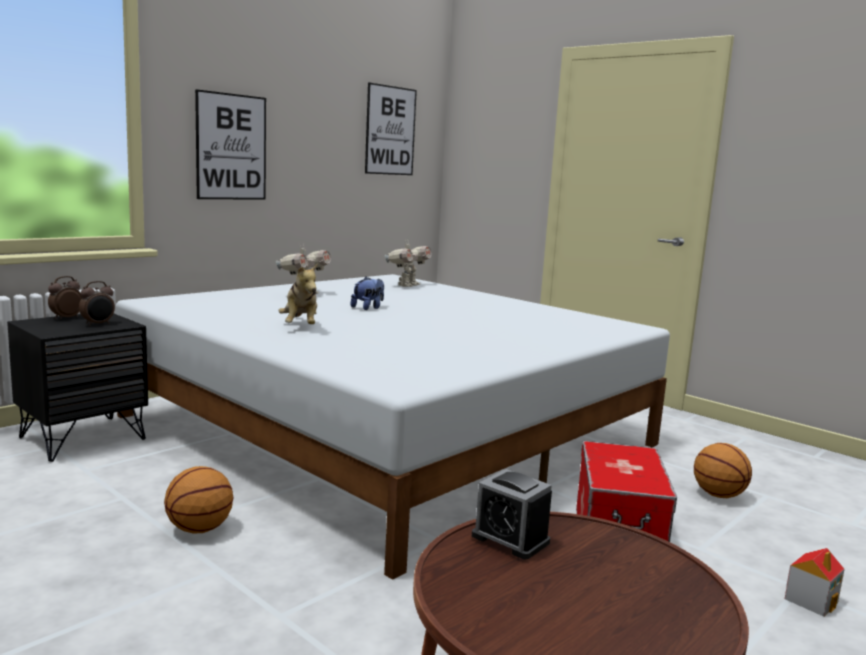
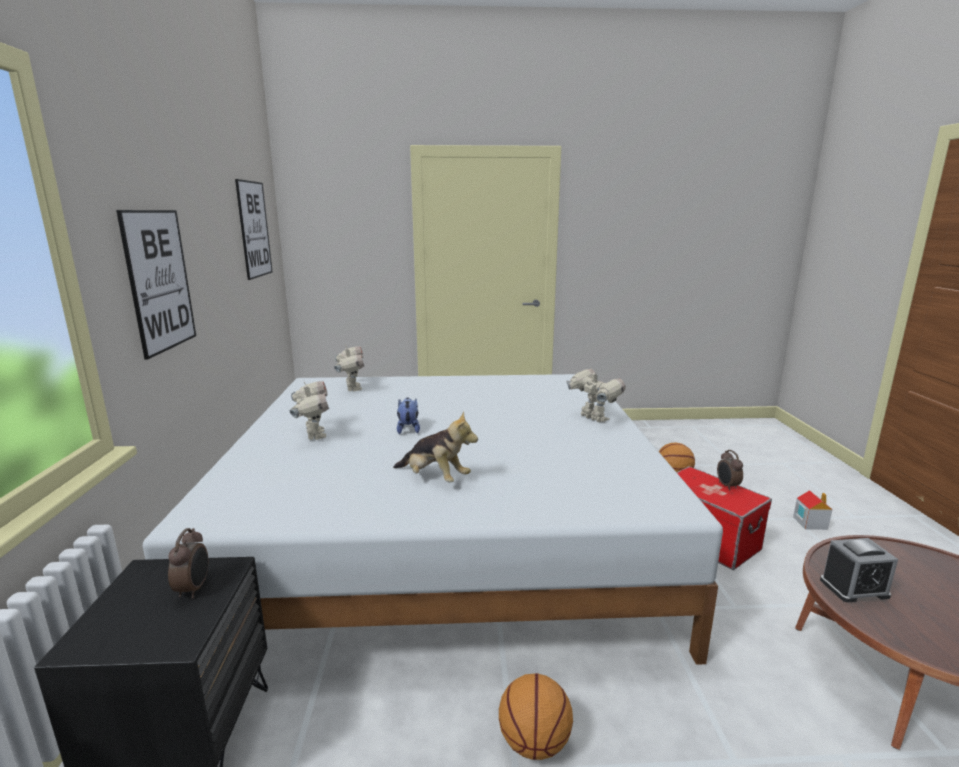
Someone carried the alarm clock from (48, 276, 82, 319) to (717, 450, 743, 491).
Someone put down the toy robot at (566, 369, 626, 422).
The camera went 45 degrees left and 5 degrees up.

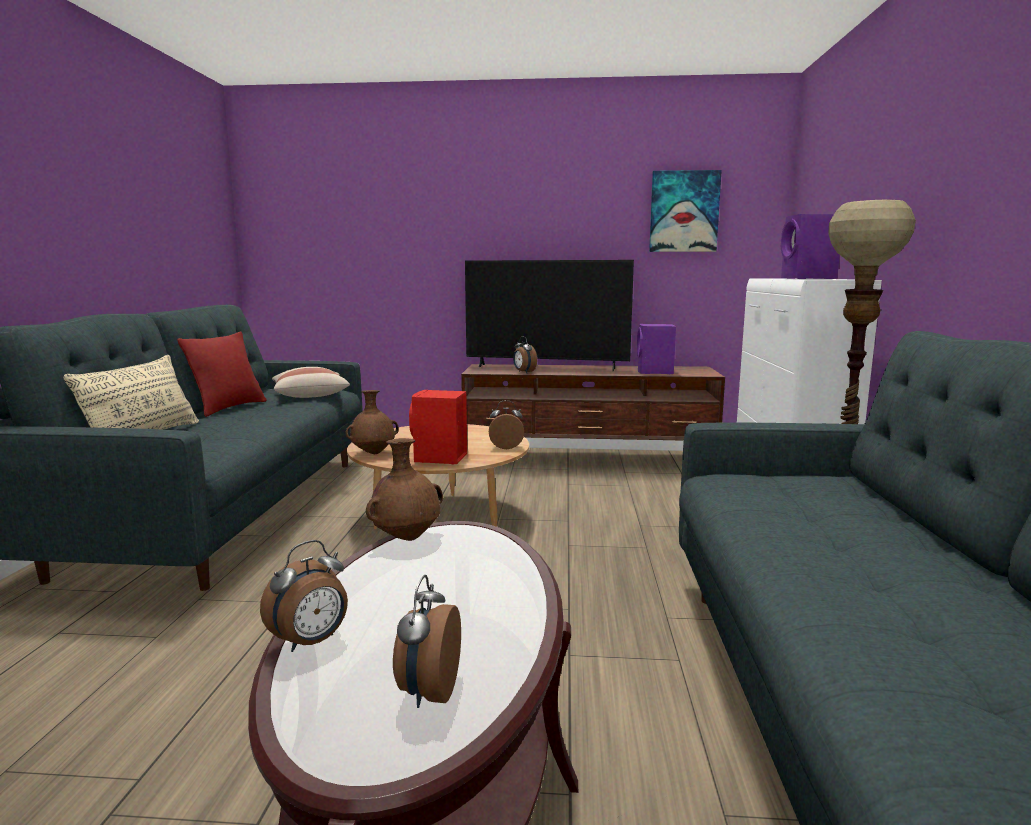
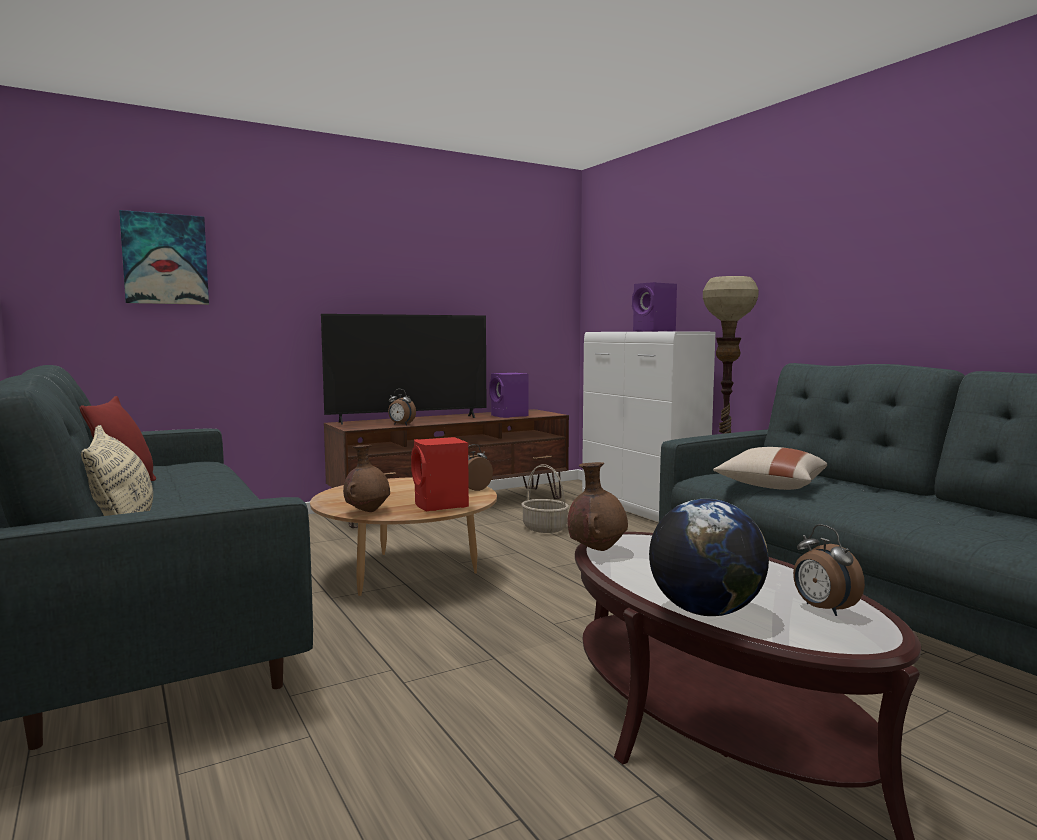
Someone carried the picture from (649, 170, 722, 252) to (119, 210, 209, 305).
Someone carried the pillow/beige from (272, 367, 350, 398) to (713, 447, 827, 490).
Someone swapped the alarm clock at (260, 540, 348, 652) for the globe at (649, 499, 769, 616).
Someone put down the basket at (521, 464, 569, 533).
The camera went 35 degrees left and 5 degrees down.

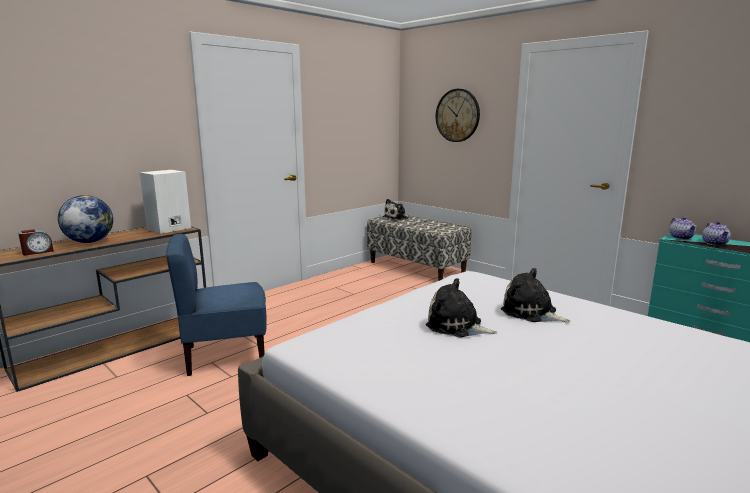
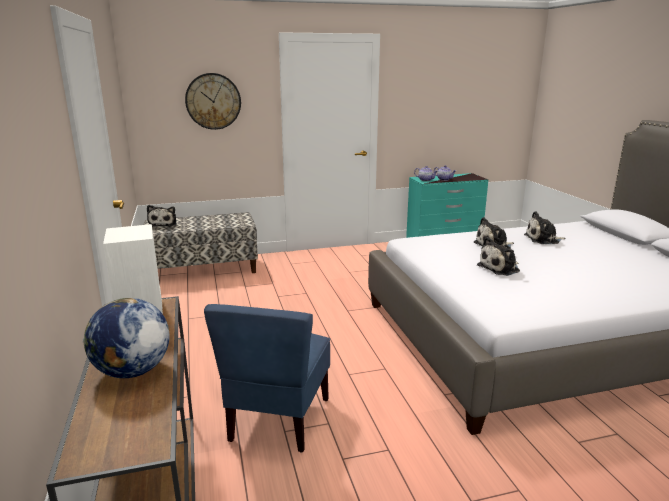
Someone took away the alarm clock at (18, 229, 54, 255).
Someone put down the plush toy at (524, 211, 566, 244).
The camera went 60 degrees left and 5 degrees up.

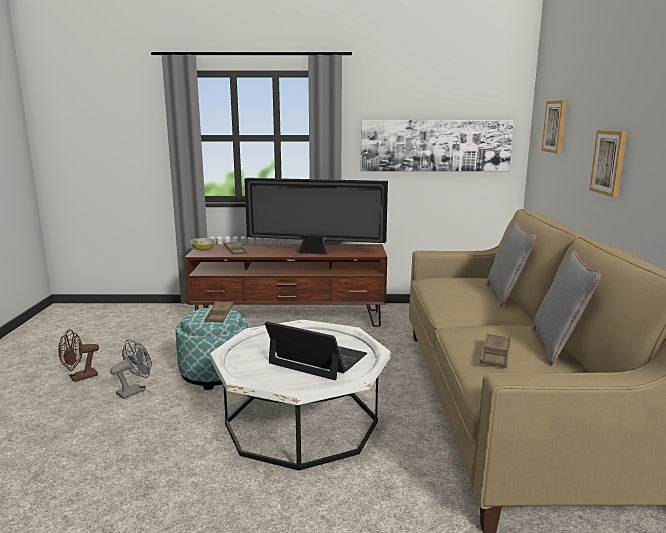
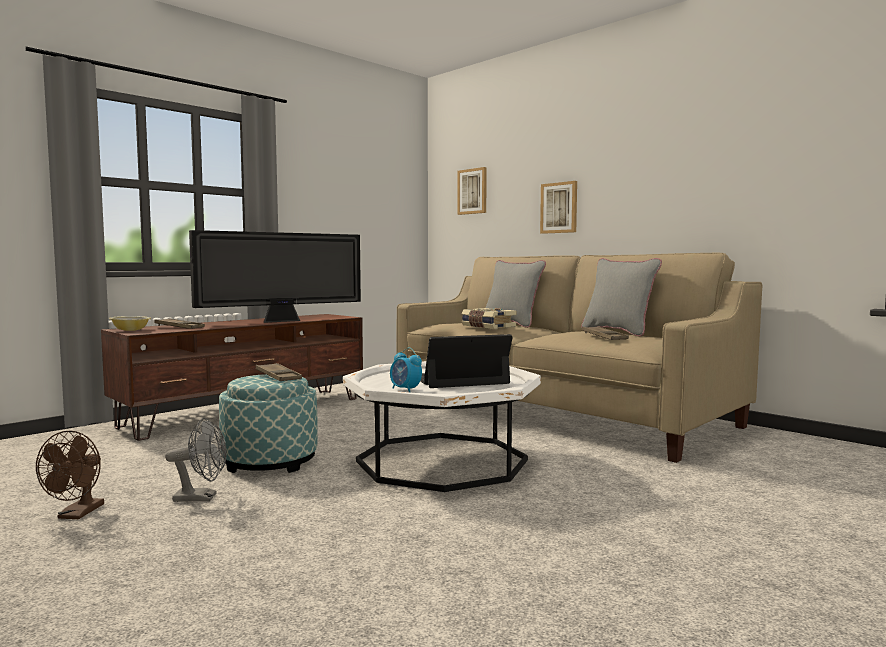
Someone took away the picture at (360, 120, 514, 171).
Someone rotated the fan/grey at (110, 339, 152, 399) by 90 degrees clockwise.
Someone put down the book at (461, 308, 516, 329).
Someone put down the alarm clock at (390, 347, 422, 392).
The camera went 45 degrees left and 10 degrees down.

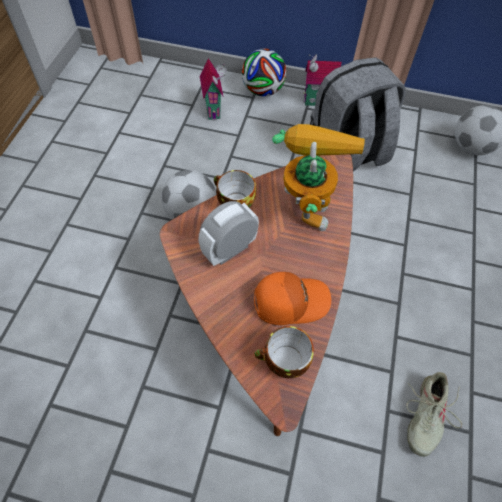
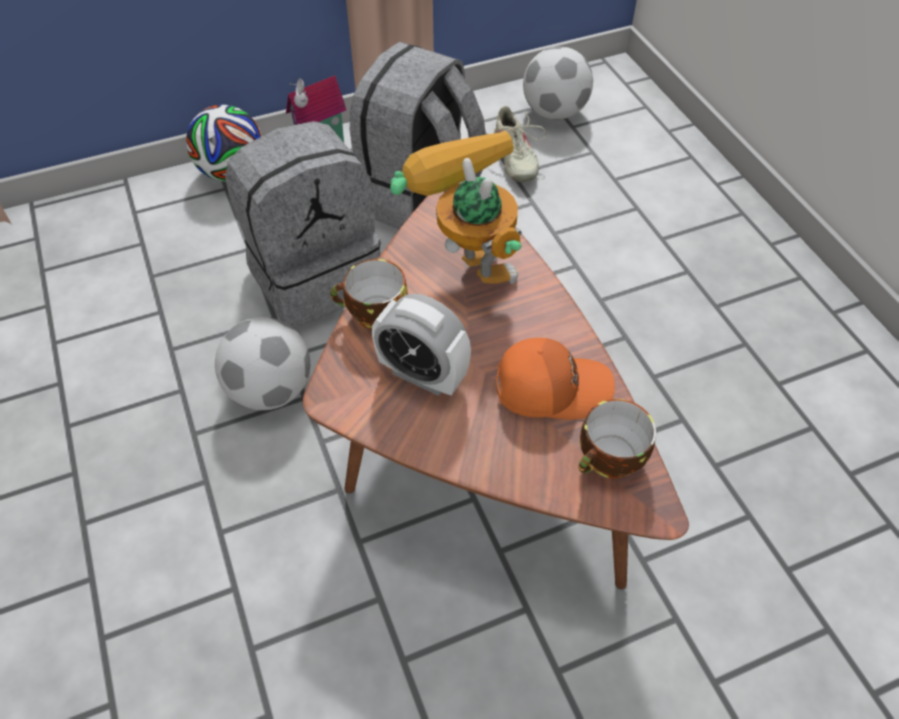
Someone took away the toy house at (200, 58, 227, 121).
Someone rotated the alarm clock at (198, 201, 259, 266) by 75 degrees counterclockwise.
Someone rotated the cap/orange at (254, 272, 331, 325) by 45 degrees clockwise.
Someone carried the shoe/beige from (406, 372, 462, 457) to (494, 106, 546, 182).
Someone put down the backpack/grey at (225, 121, 381, 329).
The camera went 35 degrees left and 5 degrees down.

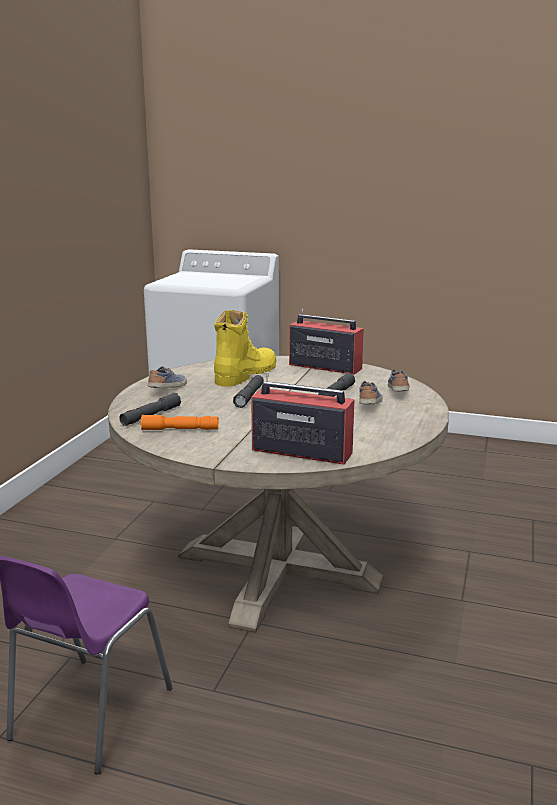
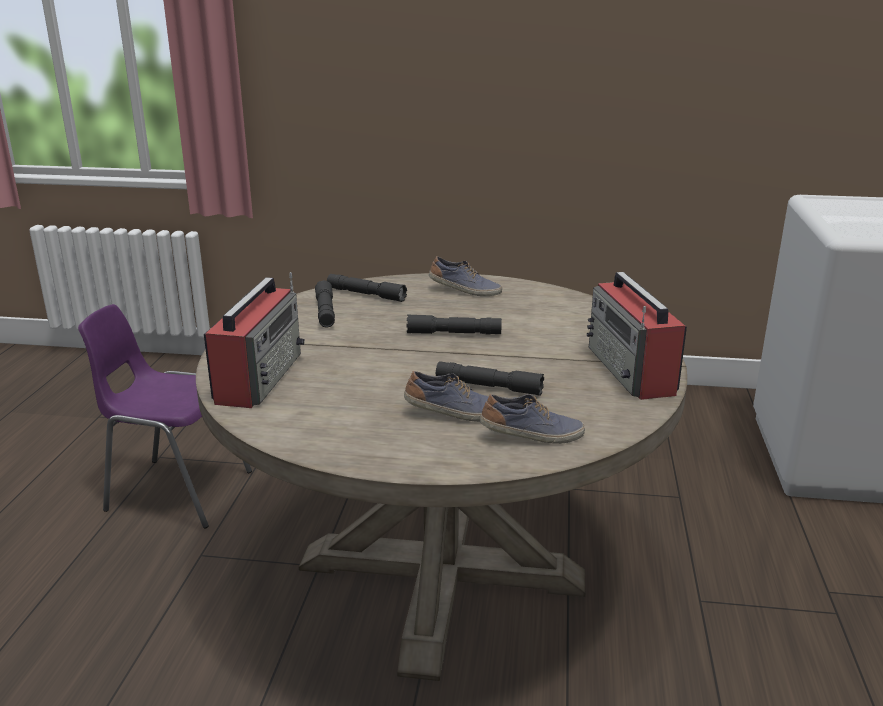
Someone rotated the radio at (289, 309, 364, 375) by 150 degrees clockwise.
Someone took away the boot/yellow at (214, 310, 276, 387).
Someone repainted the flashlight/orange at (140, 415, 219, 430), which became the flashlight/grey at (315, 280, 335, 328).
The camera went 80 degrees right and 5 degrees up.

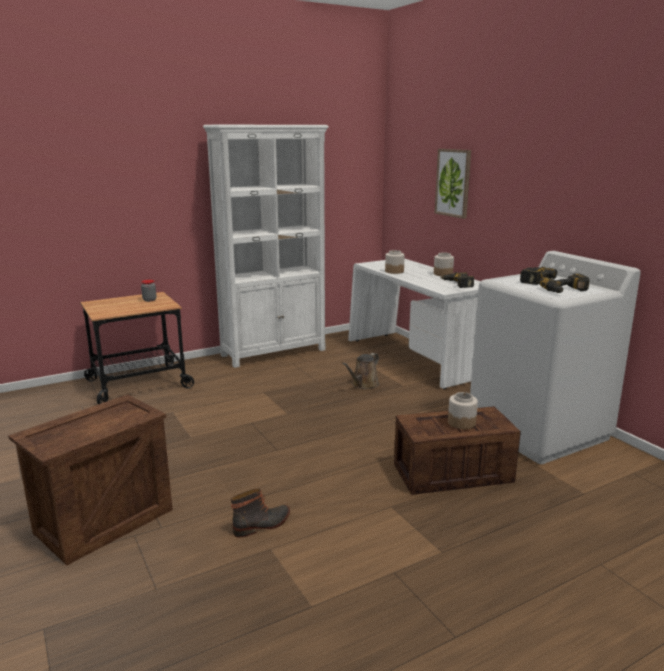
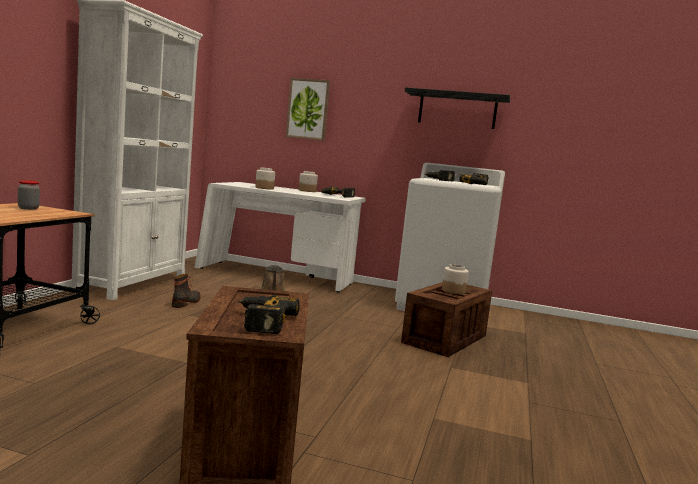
Someone carried the boot from (231, 489, 290, 538) to (172, 274, 201, 308).
Someone put up the shelf/black at (405, 88, 510, 129).
Someone put down the power drill at (238, 295, 300, 334).
The camera went 45 degrees left and 10 degrees down.

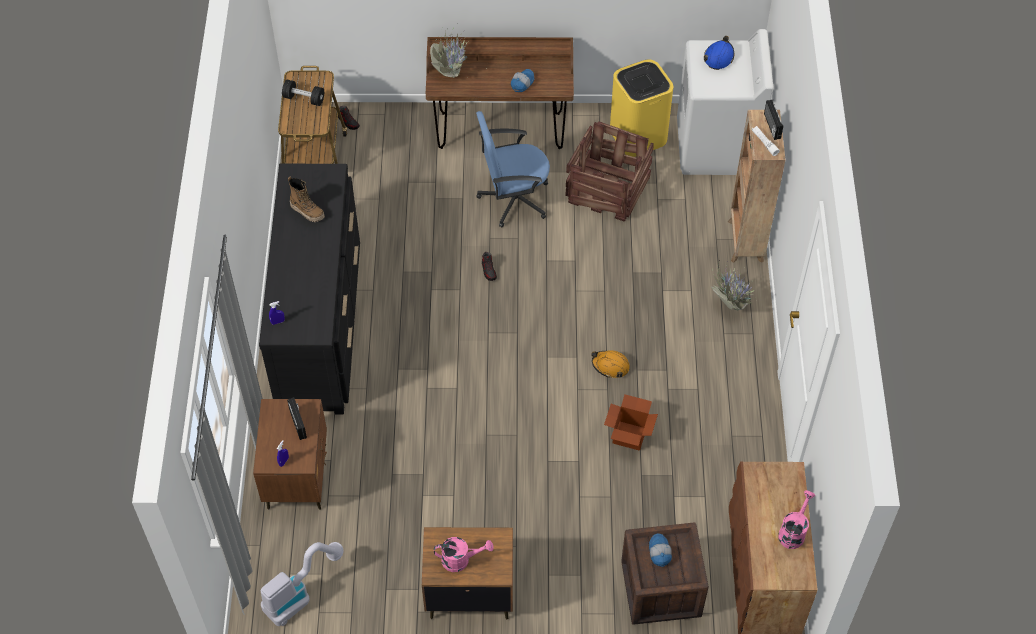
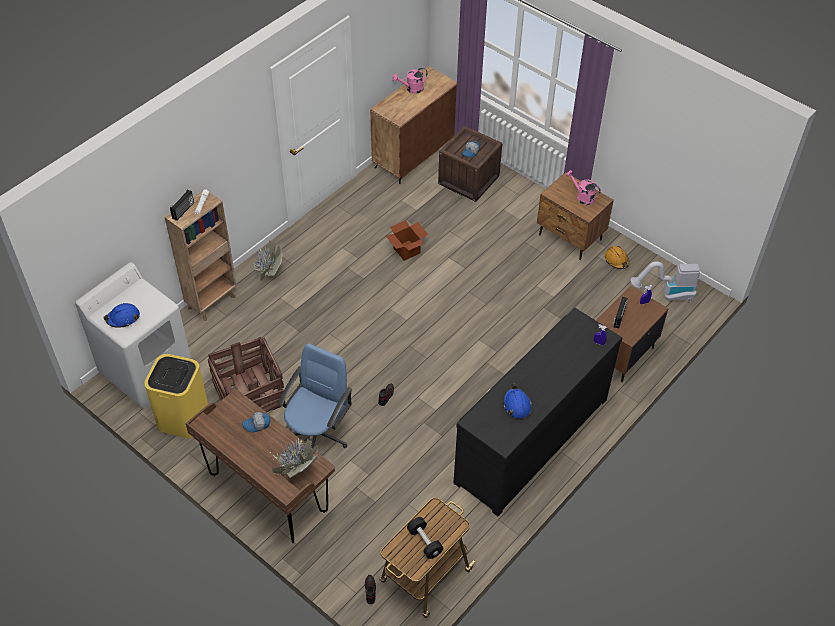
Someone rotated the office chair/blue at (476, 111, 550, 228) by 90 degrees counterclockwise.
Someone swapped the boot at (288, 177, 325, 222) for the hard hat/blue at (503, 383, 532, 419).
Someone carried the hard hat/orange from (591, 350, 630, 378) to (605, 246, 629, 269).
The camera went 140 degrees left and 5 degrees down.

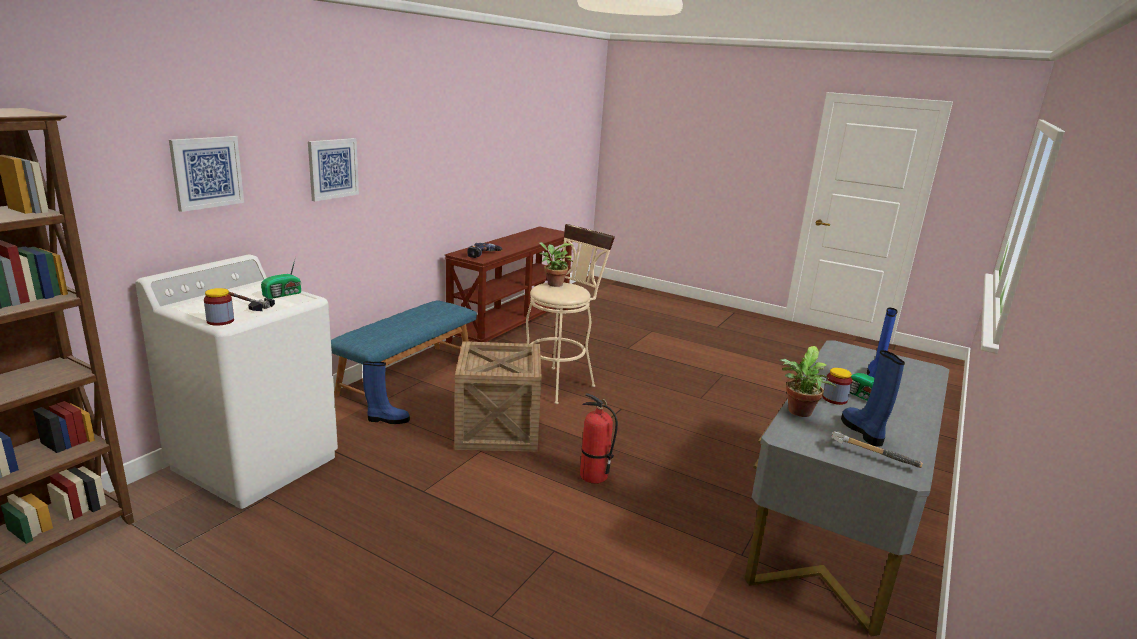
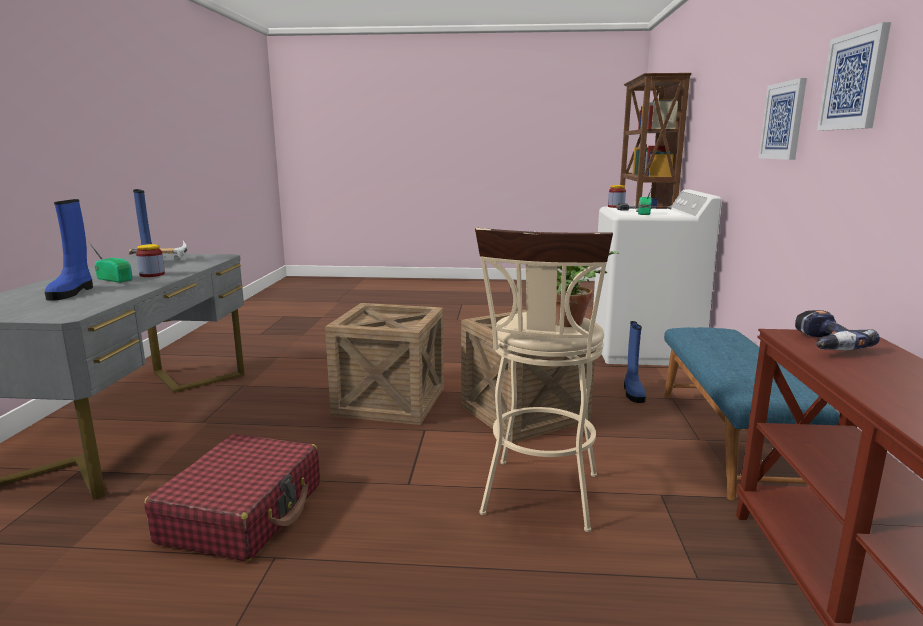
Someone carried the picture from (169, 136, 244, 212) to (817, 22, 891, 131).
Someone took away the potted plant at (779, 346, 836, 417).
Someone rotated the boot/blue at (363, 361, 410, 424) by 60 degrees counterclockwise.
Someone swapped the fire extinguisher at (580, 393, 618, 484) for the crate at (325, 303, 444, 425).
Someone put down the suitcase/red at (144, 434, 320, 561).
The camera went 155 degrees right and 5 degrees down.

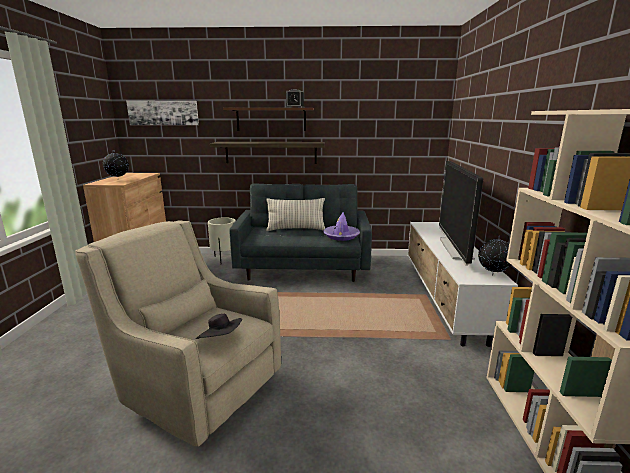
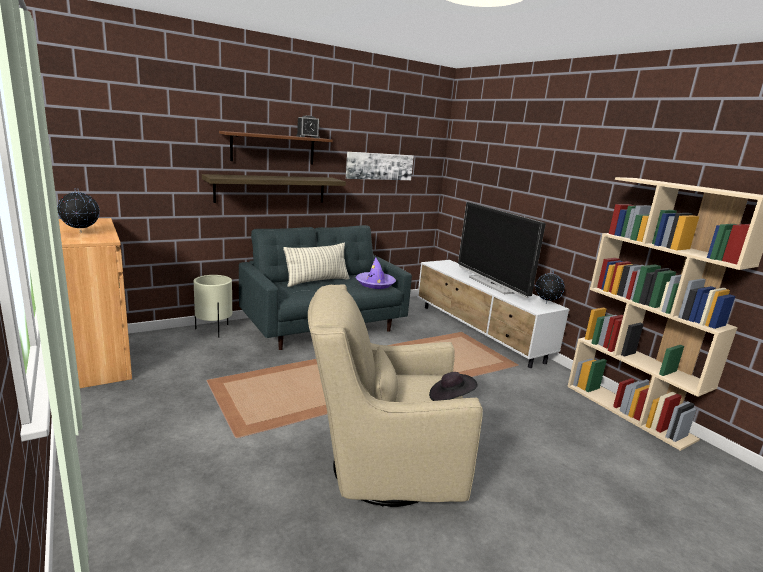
Someone carried the picture from (126, 101, 199, 125) to (346, 152, 414, 180).
The camera went 35 degrees left and 0 degrees up.

